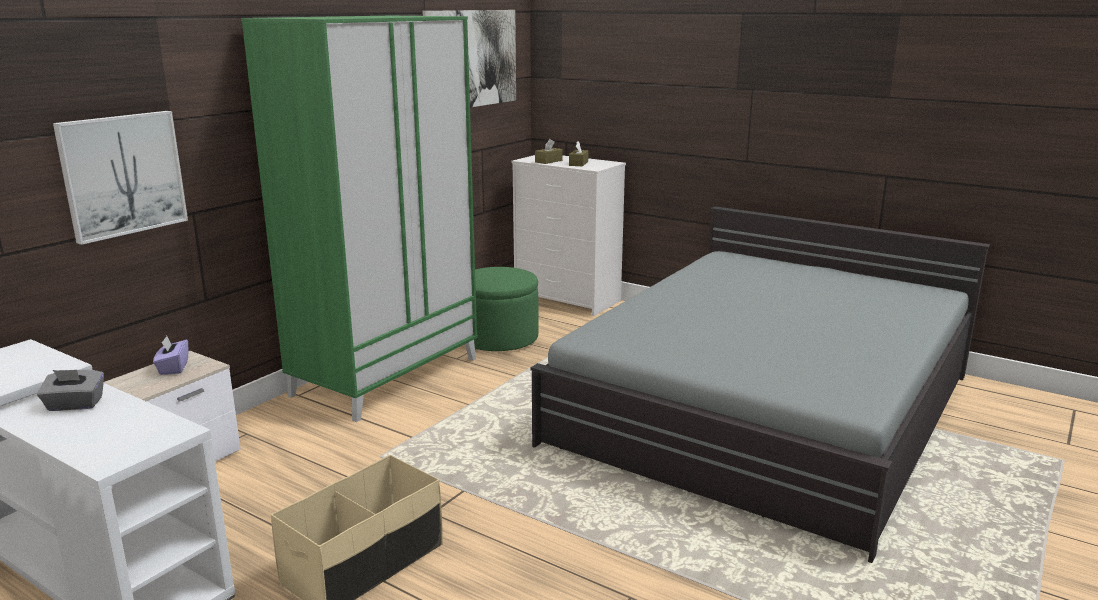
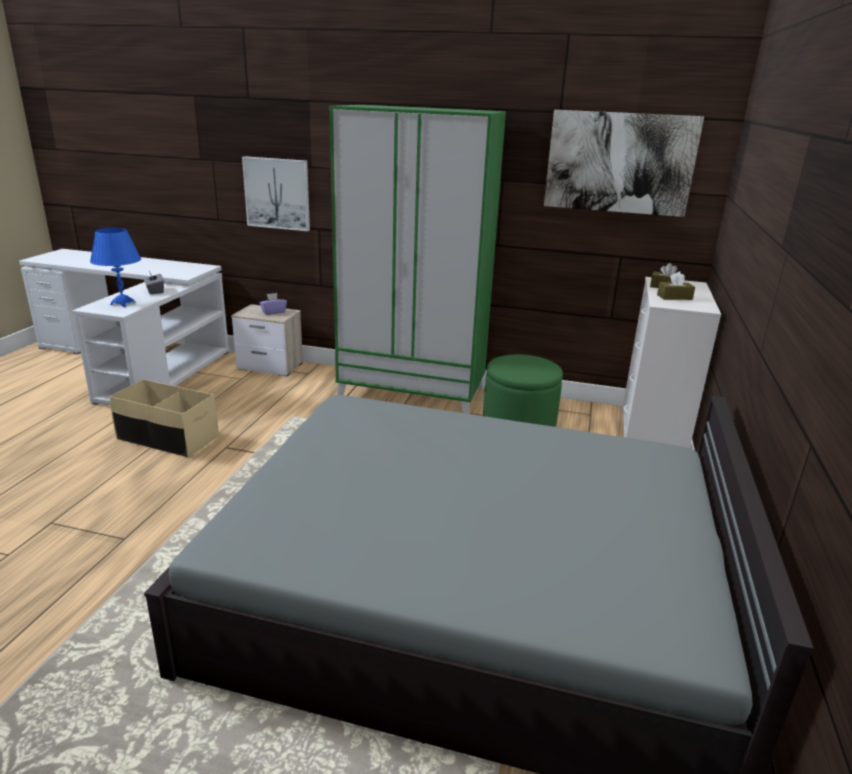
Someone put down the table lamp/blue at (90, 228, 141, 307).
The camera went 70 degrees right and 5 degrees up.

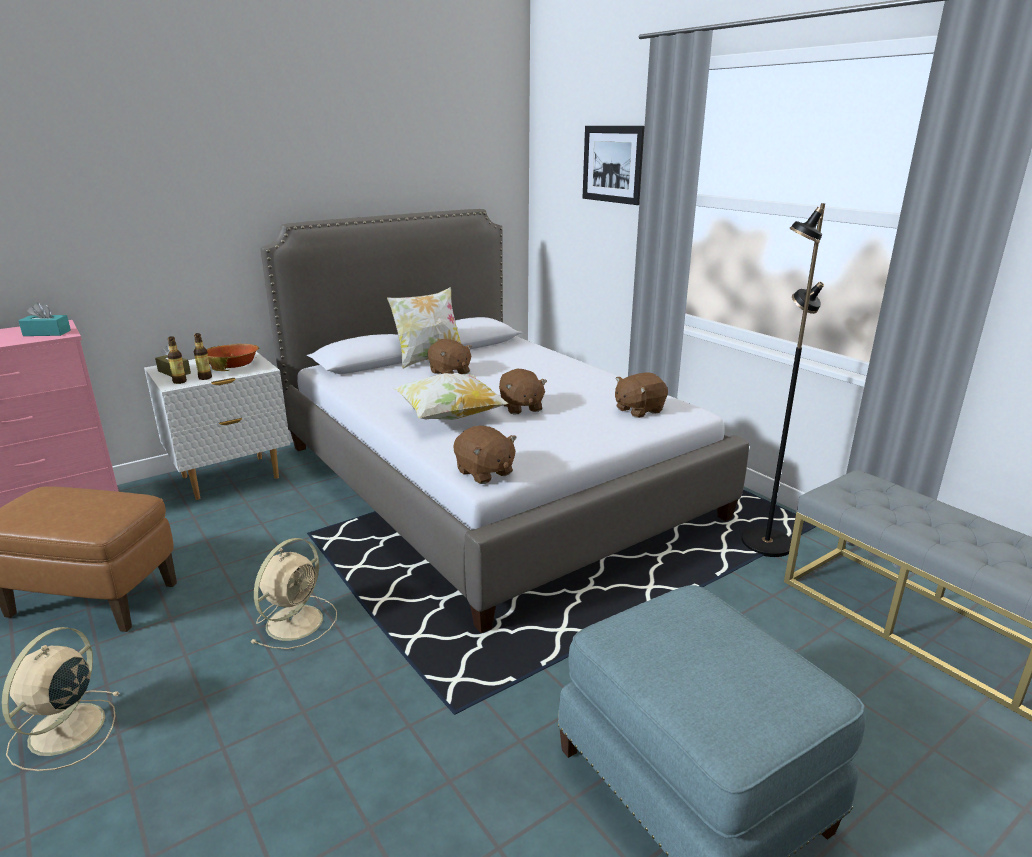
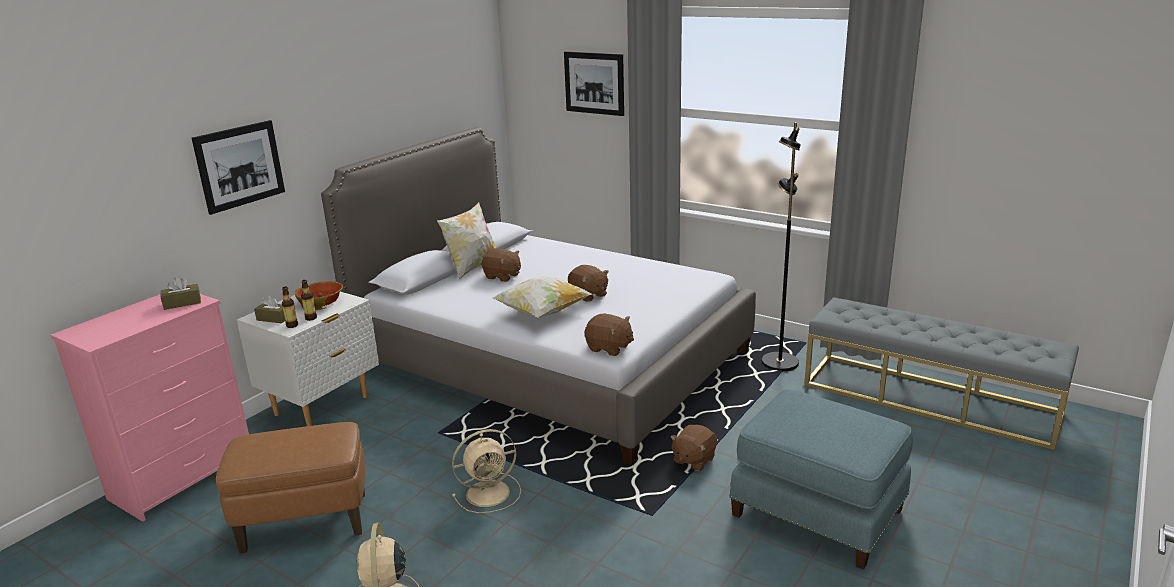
Someone repainted the tissue box/turquoise at (18, 302, 71, 336), which became the tissue box/brown at (160, 277, 201, 310).
Someone carried the plush toy/brown from (615, 372, 668, 418) to (670, 425, 717, 471).
Someone rotated the fan/beige at (250, 538, 337, 649) by 60 degrees clockwise.
Someone put up the picture at (192, 120, 285, 215).
The camera went 20 degrees left and 0 degrees up.

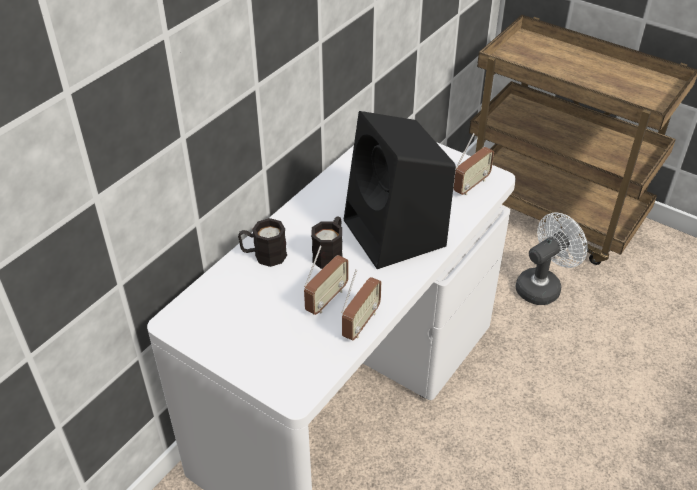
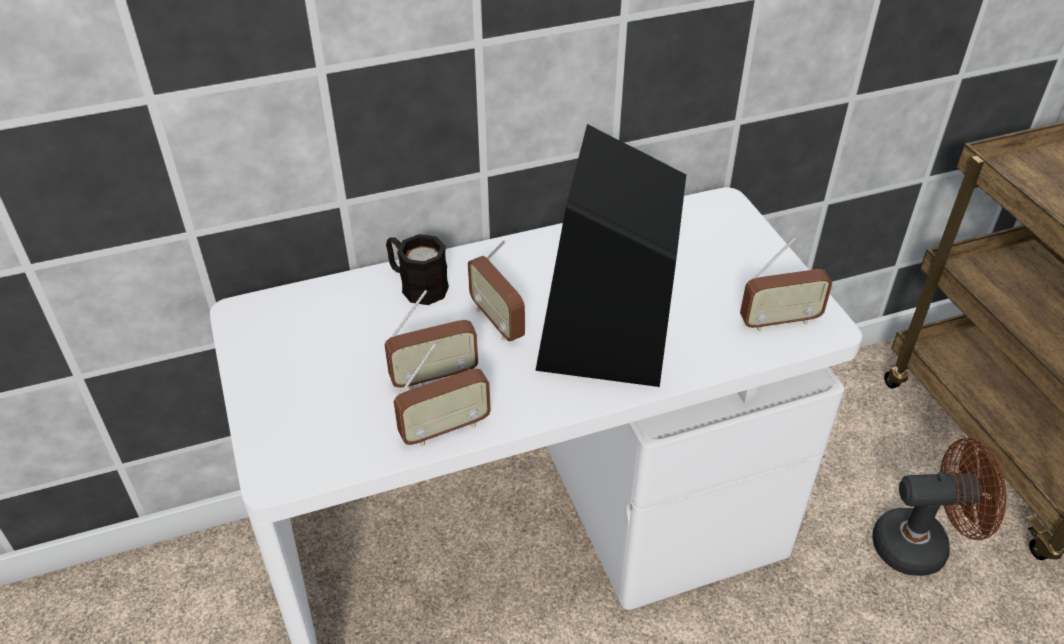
Someone repainted the fan/white at (515, 212, 588, 305), which became the fan/brown at (872, 438, 1006, 576).
Someone swapped the mug/black at (311, 217, 343, 269) for the radio at (468, 240, 525, 341).
The camera went 35 degrees right and 0 degrees up.

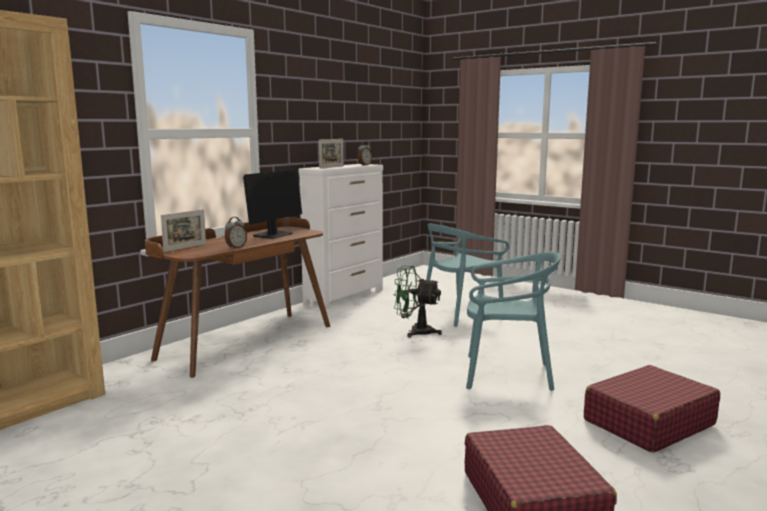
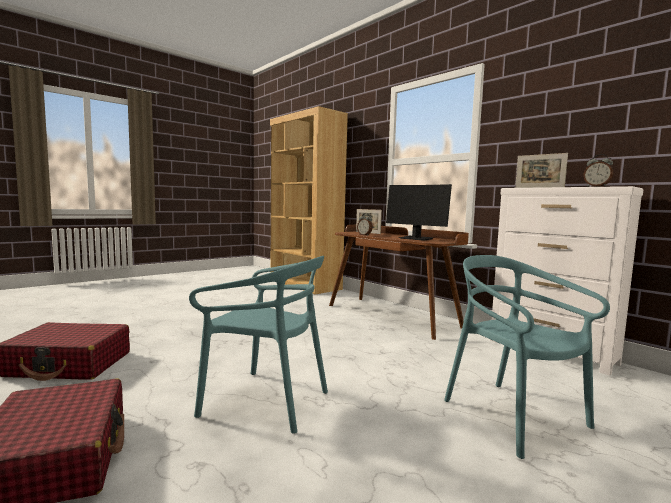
Someone rotated the chair/turquoise at (466, 252, 561, 391) by 90 degrees counterclockwise.
Someone took away the fan/green at (393, 266, 442, 338).
The camera went 100 degrees right and 5 degrees down.

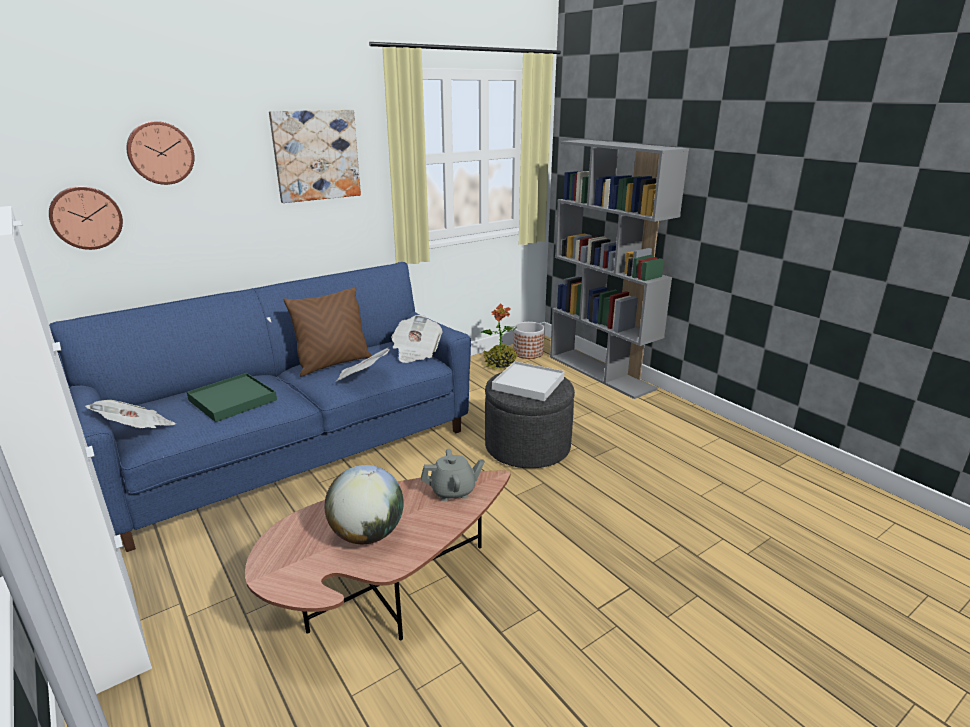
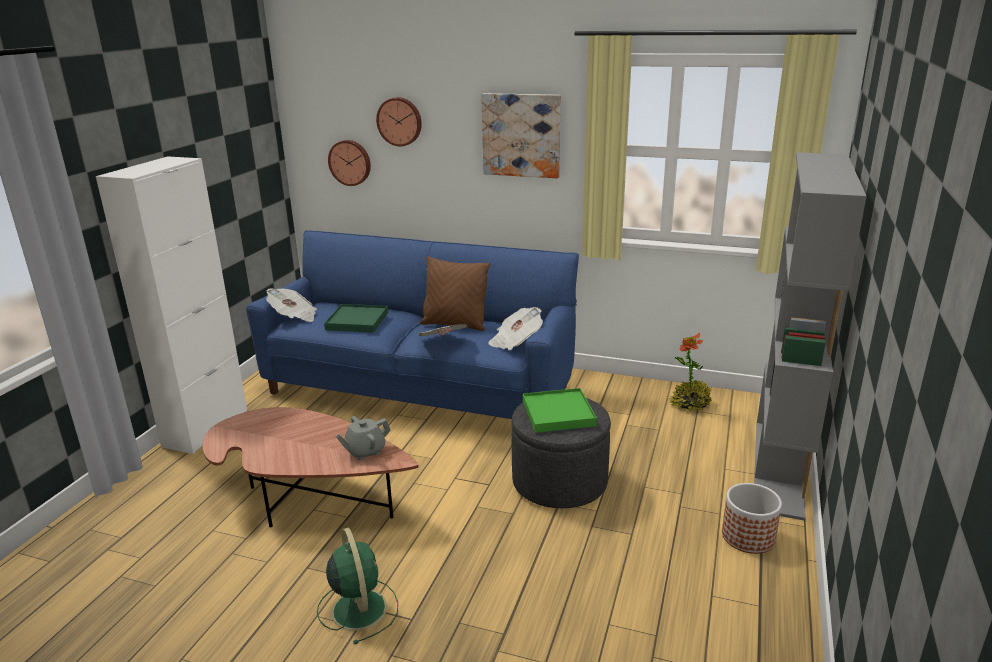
Someone carried the planter from (513, 322, 545, 359) to (722, 483, 782, 554).
Someone repainted the tray/white at (492, 361, 564, 401), which became the tray/green at (523, 388, 597, 433).
Someone rotated the teapot/grey at (421, 449, 485, 501) by 105 degrees clockwise.
Someone took away the globe at (325, 465, 404, 544).
Someone put down the fan/green at (317, 528, 398, 644).
The camera went 55 degrees right and 0 degrees up.

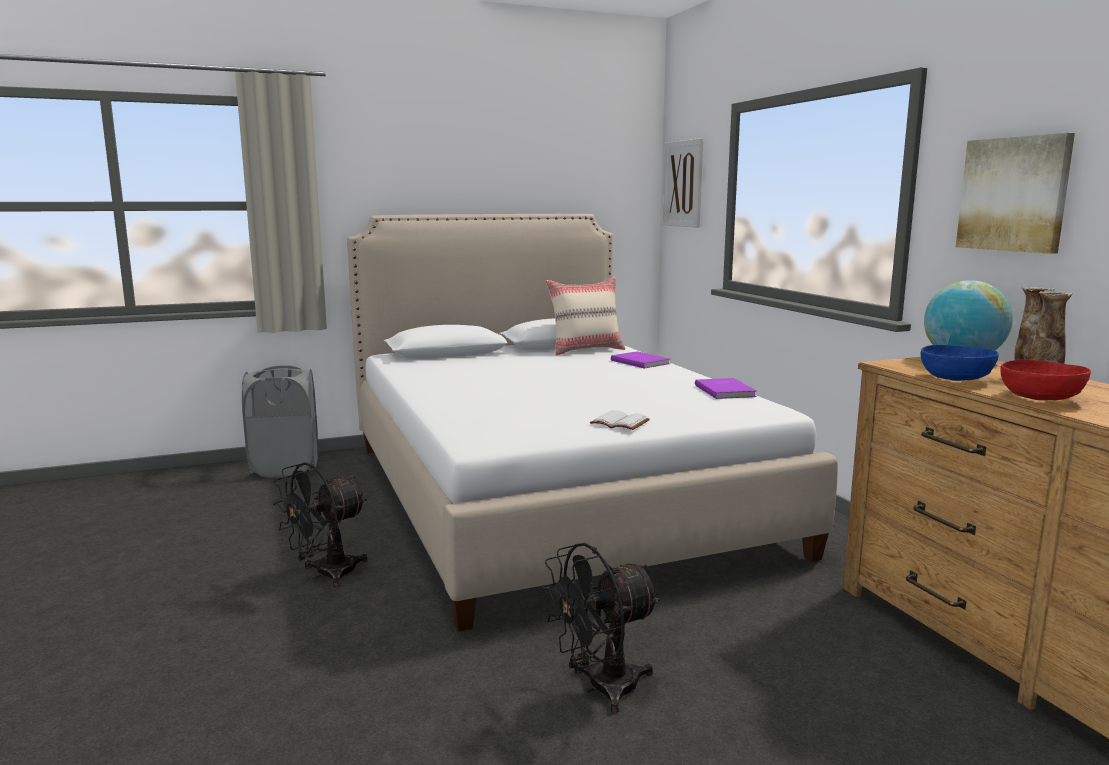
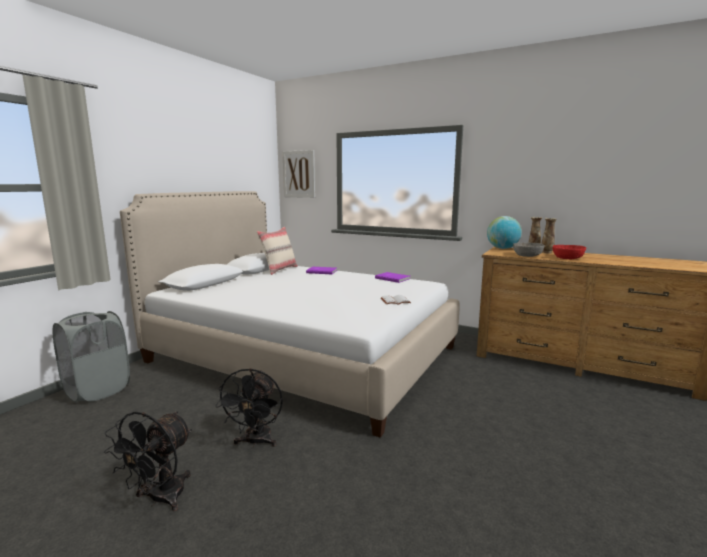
Someone took away the picture at (956, 133, 1075, 254).
Someone repainted the bowl/blue at (921, 345, 999, 381), which became the bowl/grey at (513, 243, 545, 257).
Someone carried the fan/black from (542, 543, 661, 713) to (104, 411, 192, 511).
The camera went 40 degrees left and 0 degrees up.

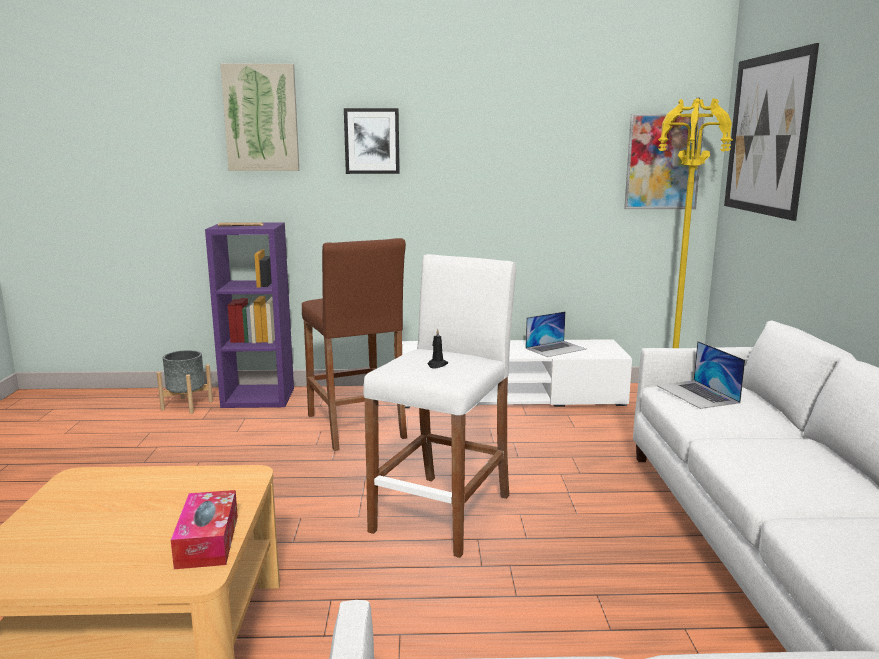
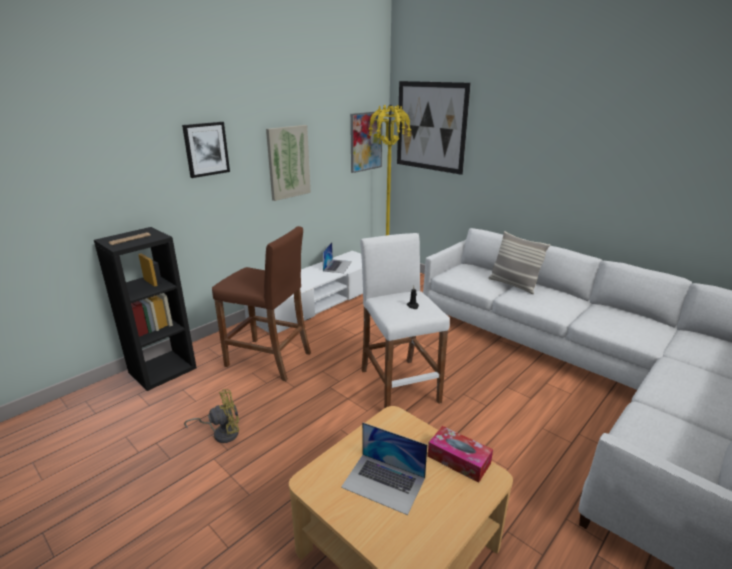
Someone carried the picture from (221, 64, 299, 171) to (266, 125, 311, 201).
Someone repainted the bookcase/purple at (205, 222, 294, 408), which became the bookcase/black at (94, 227, 197, 391).
Someone carried the laptop from (656, 341, 745, 409) to (341, 422, 428, 515).
Someone took away the planter/grey at (157, 350, 213, 414).
Someone put down the pillow at (488, 231, 550, 294).
Someone put down the fan/yellow at (184, 389, 239, 443).
The camera went 45 degrees left and 10 degrees up.

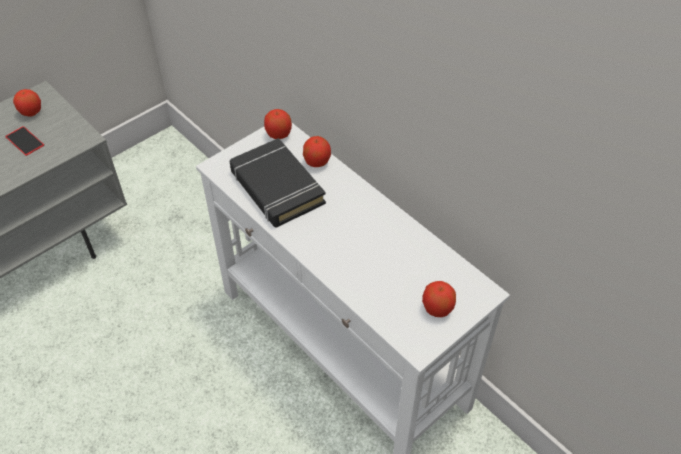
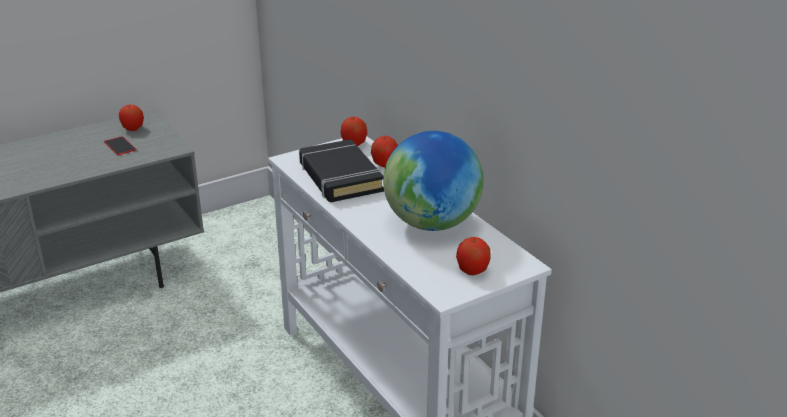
Someone put down the globe at (383, 131, 483, 231).
The camera went 10 degrees right and 20 degrees down.

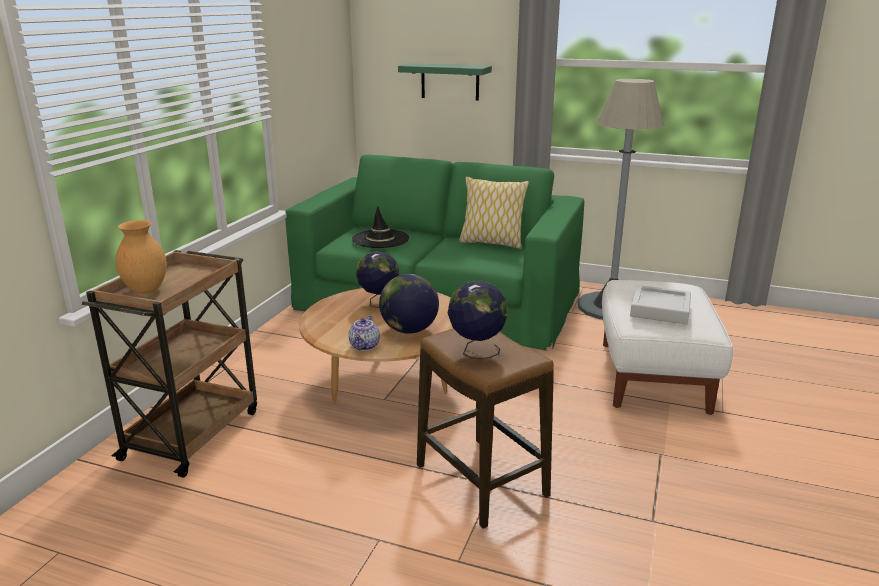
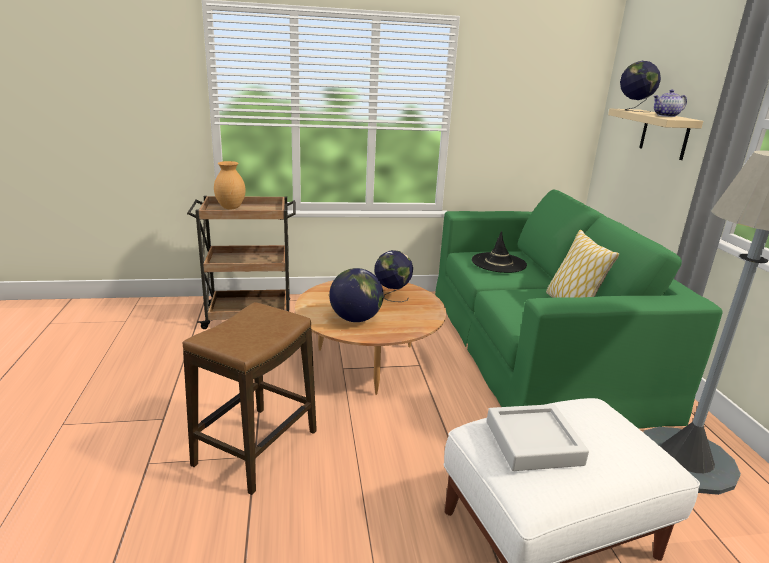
Someone repainted the shelf/green at (398, 63, 492, 101), which became the shelf/beige at (608, 109, 703, 160).
Someone carried the globe from (448, 281, 508, 359) to (620, 61, 661, 112).
Someone carried the teapot from (348, 315, 380, 351) to (653, 90, 687, 117).
The camera went 60 degrees right and 0 degrees up.

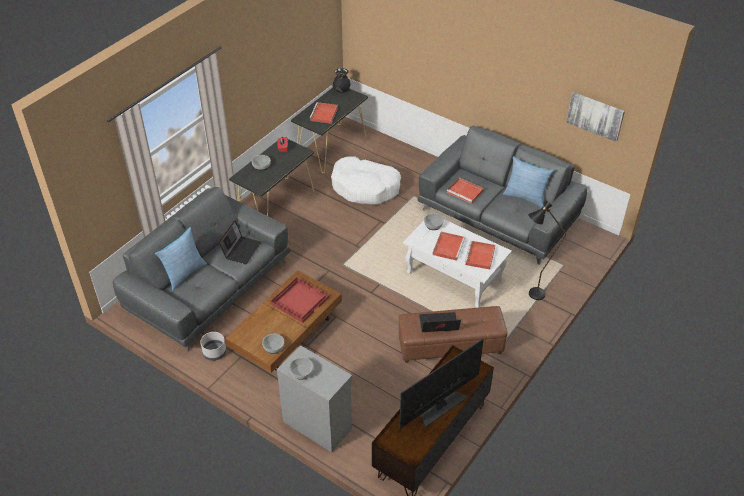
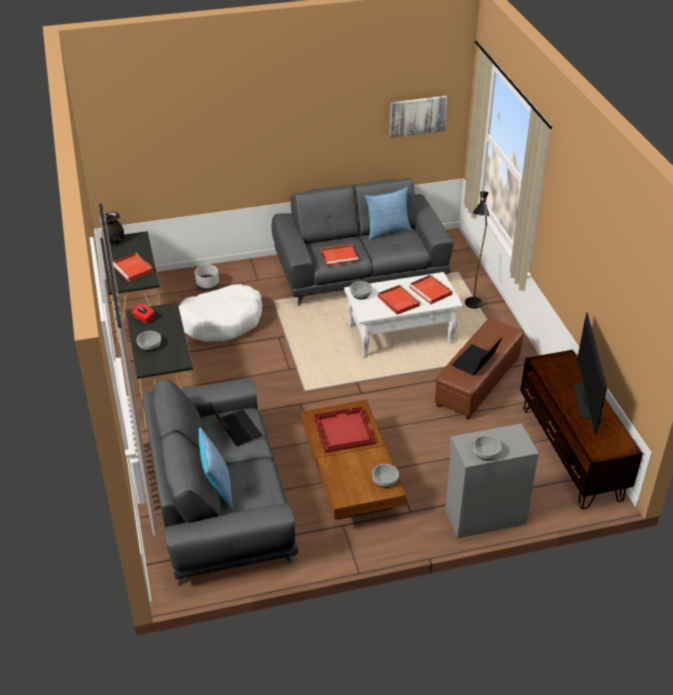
Someone carried the planter/grey from (200, 332, 226, 361) to (195, 264, 219, 291).
The camera went 50 degrees left and 5 degrees down.

